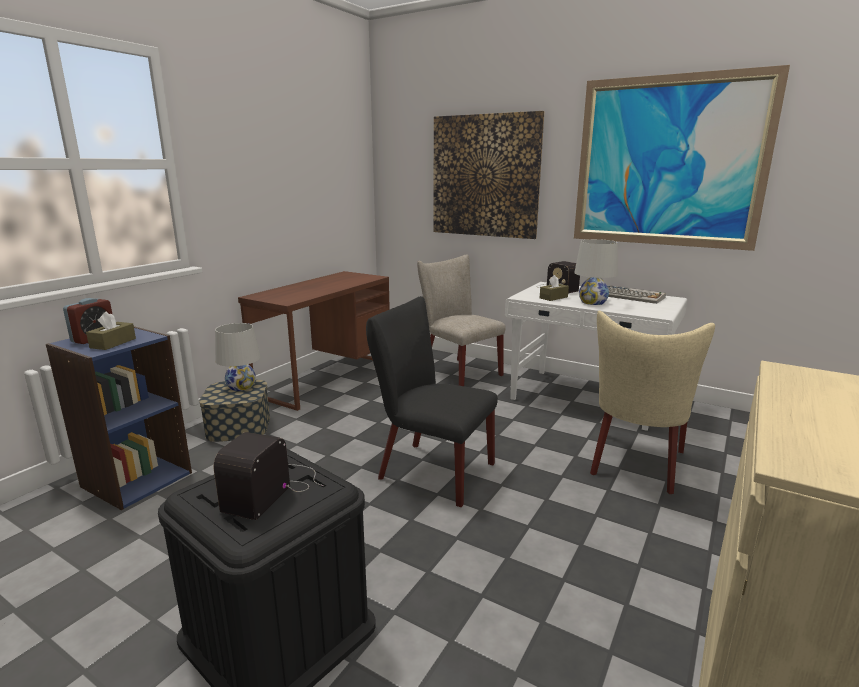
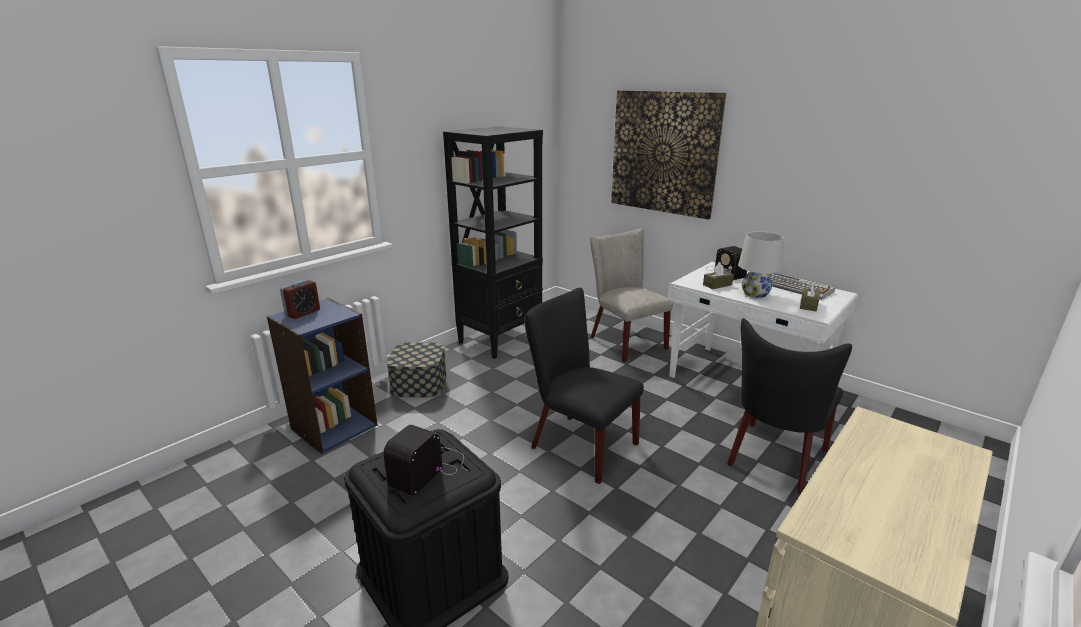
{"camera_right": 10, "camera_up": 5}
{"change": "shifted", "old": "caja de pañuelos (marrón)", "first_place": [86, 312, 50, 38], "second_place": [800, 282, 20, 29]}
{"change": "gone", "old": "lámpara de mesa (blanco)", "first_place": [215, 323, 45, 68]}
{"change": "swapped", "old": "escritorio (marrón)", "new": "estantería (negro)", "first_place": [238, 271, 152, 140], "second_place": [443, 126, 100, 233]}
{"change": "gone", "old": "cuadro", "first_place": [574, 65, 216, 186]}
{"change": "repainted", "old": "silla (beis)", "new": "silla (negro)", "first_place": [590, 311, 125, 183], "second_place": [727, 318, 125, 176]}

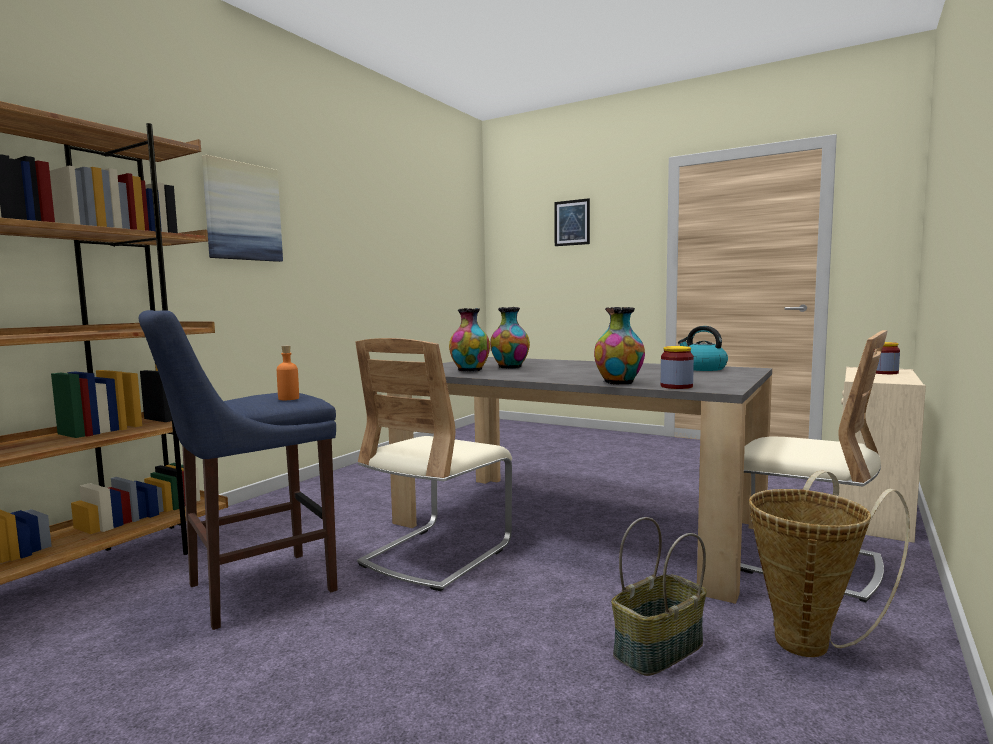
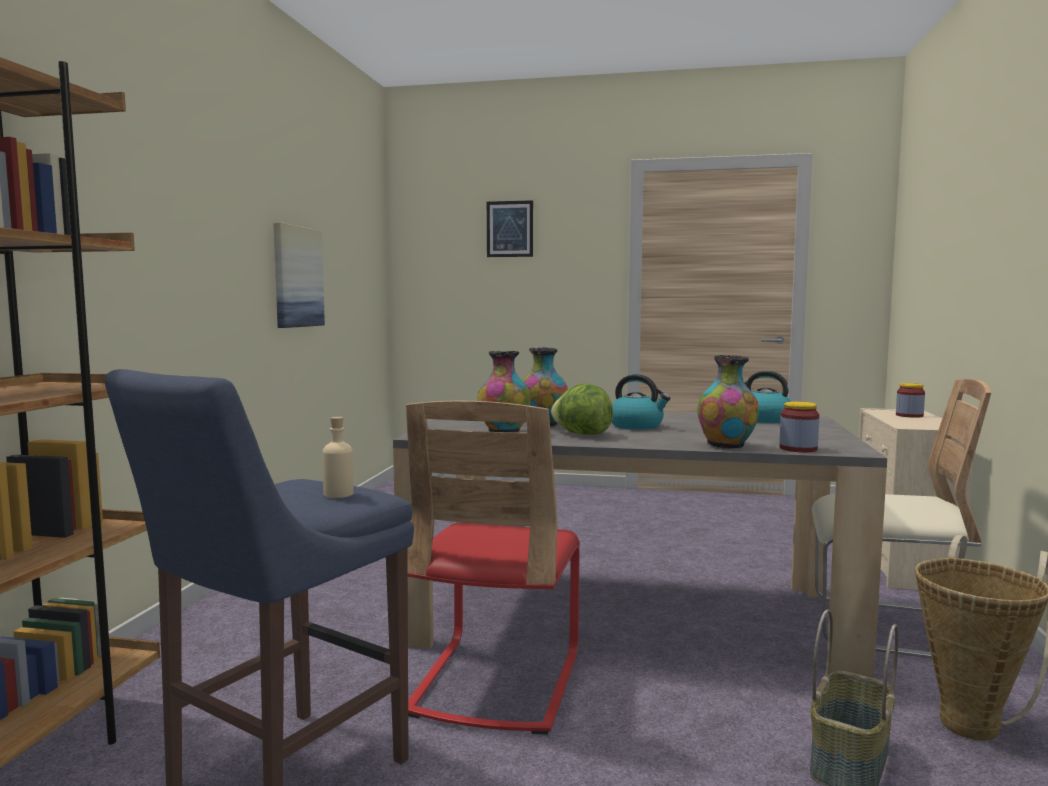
{"camera_right": -20, "camera_up": 0}
{"change": "shifted", "old": "cuadro", "first_place": [202, 155, 81, 107], "second_place": [273, 222, 52, 106]}
{"change": "repainted", "old": "botella (naranja)", "new": "botella (beis)", "first_place": [277, 345, 22, 55], "second_place": [322, 417, 32, 81]}
{"change": "repainted", "old": "silla (beis)", "new": "silla (rojo)", "first_place": [355, 338, 157, 253], "second_place": [406, 401, 174, 334]}
{"change": "new", "new": "lechuga", "second_place": [551, 383, 62, 52]}
{"change": "new", "new": "hervidor", "second_place": [612, 374, 59, 56]}

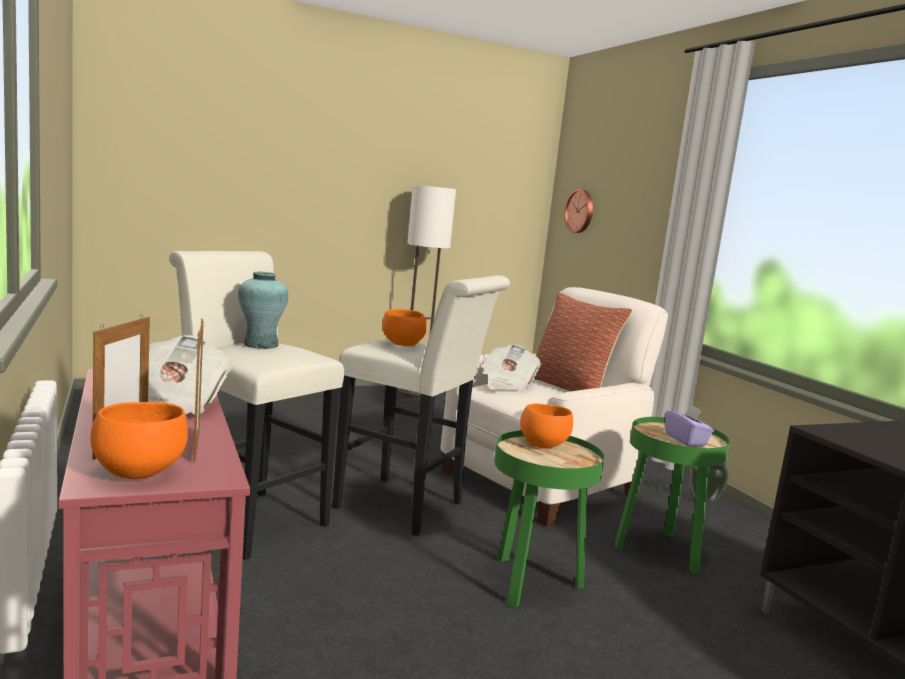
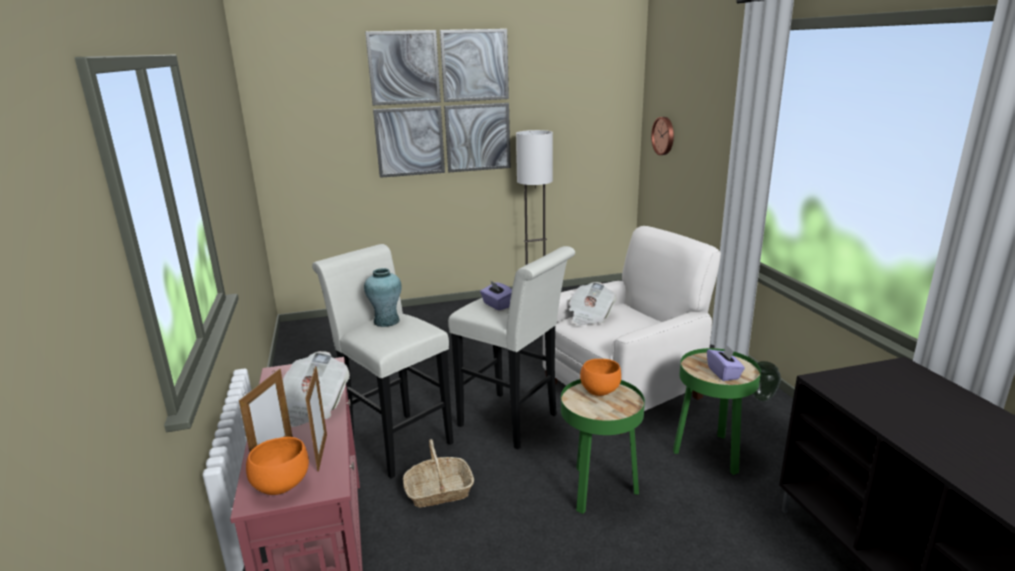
{"camera_right": 10, "camera_up": 10}
{"change": "swapped", "old": "cuenco (naranja)", "new": "caja de pañuelos (morado)", "first_place": [382, 309, 45, 37], "second_place": [480, 280, 32, 30]}
{"change": "gone", "old": "cojín", "first_place": [534, 293, 98, 98]}
{"change": "new", "new": "cuadro", "second_place": [365, 29, 145, 149]}
{"change": "new", "new": "cesta", "second_place": [403, 439, 71, 69]}

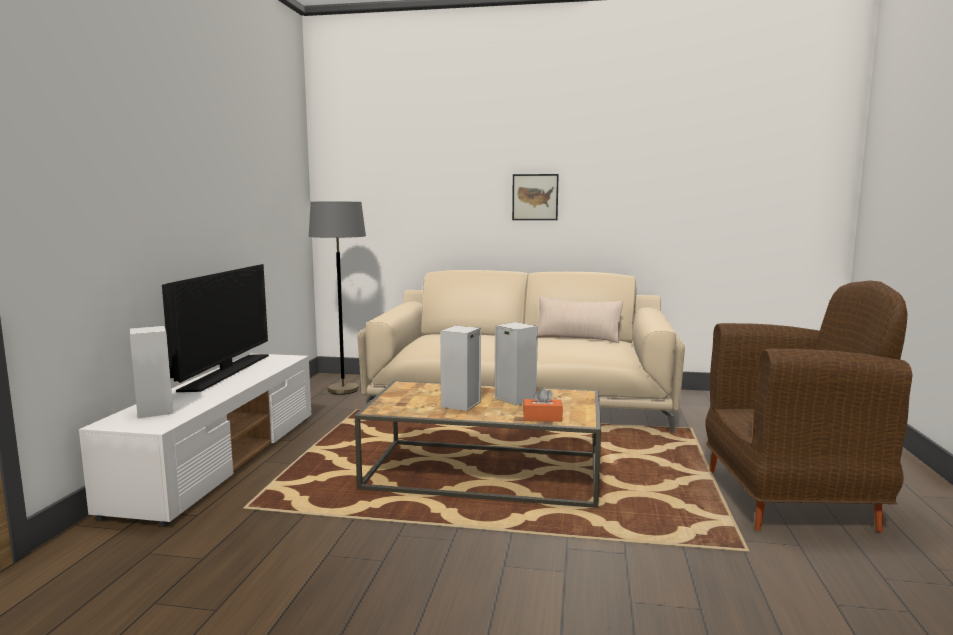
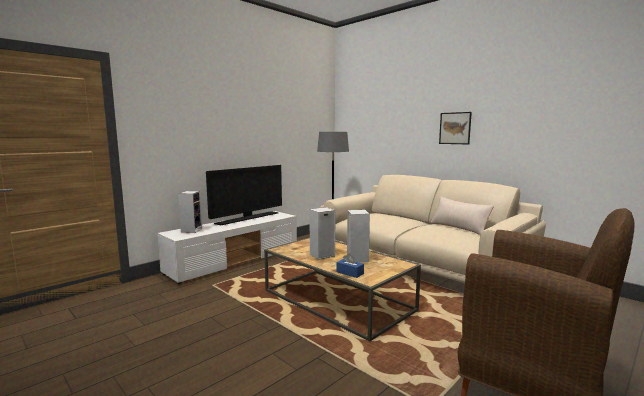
{"camera_right": 35, "camera_up": 0}
{"change": "repainted", "old": "caja de pañuelos (naranja)", "new": "caja de pañuelos (azul)", "first_place": [523, 387, 40, 35], "second_place": [337, 253, 27, 25]}

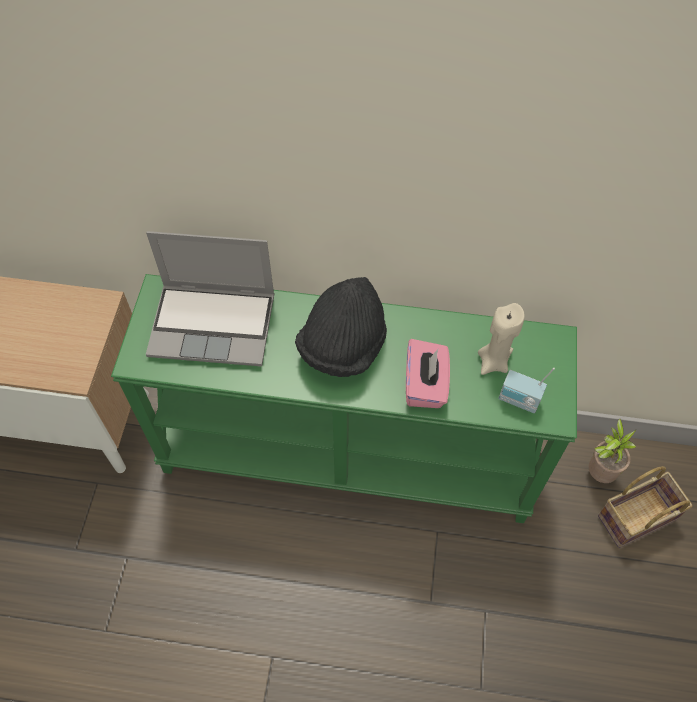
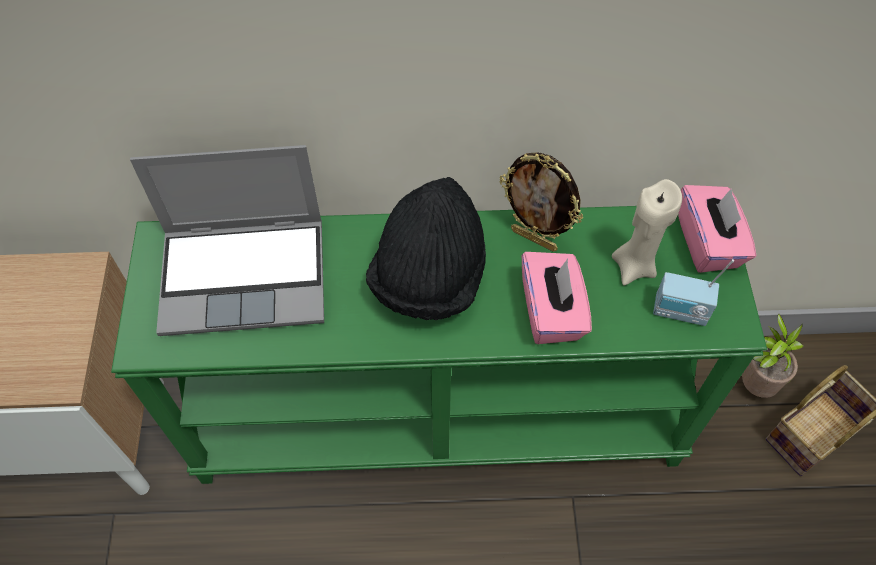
{"camera_right": -10, "camera_up": 0}
{"change": "new", "new": "portarretratos", "second_place": [500, 152, 83, 100]}
{"change": "new", "new": "caja de pañuelos (rosa)", "second_place": [678, 185, 78, 88]}

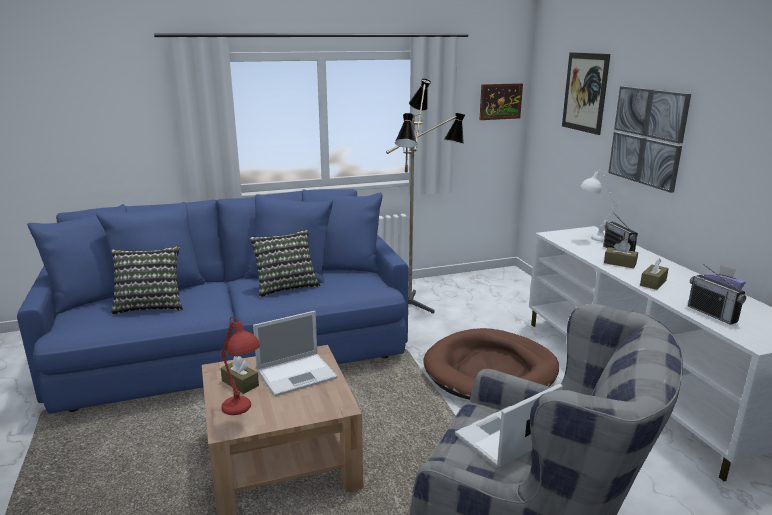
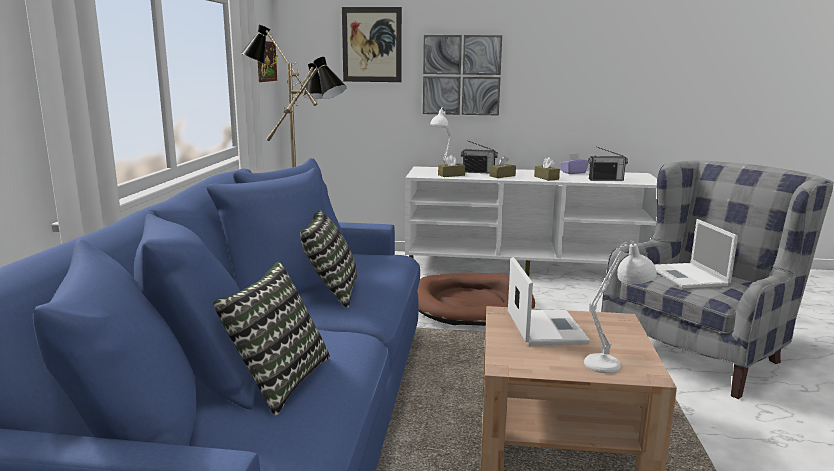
{"camera_right": -65, "camera_up": -5}
{"change": "repainted", "old": "lámpara de mesa (rojo)", "new": "lámpara de mesa (blanco)", "first_place": [221, 317, 39, 98], "second_place": [584, 241, 73, 132]}
{"change": "shifted", "old": "caja de pañuelos (marrón)", "first_place": [221, 356, 38, 38], "second_place": [438, 155, 27, 22]}

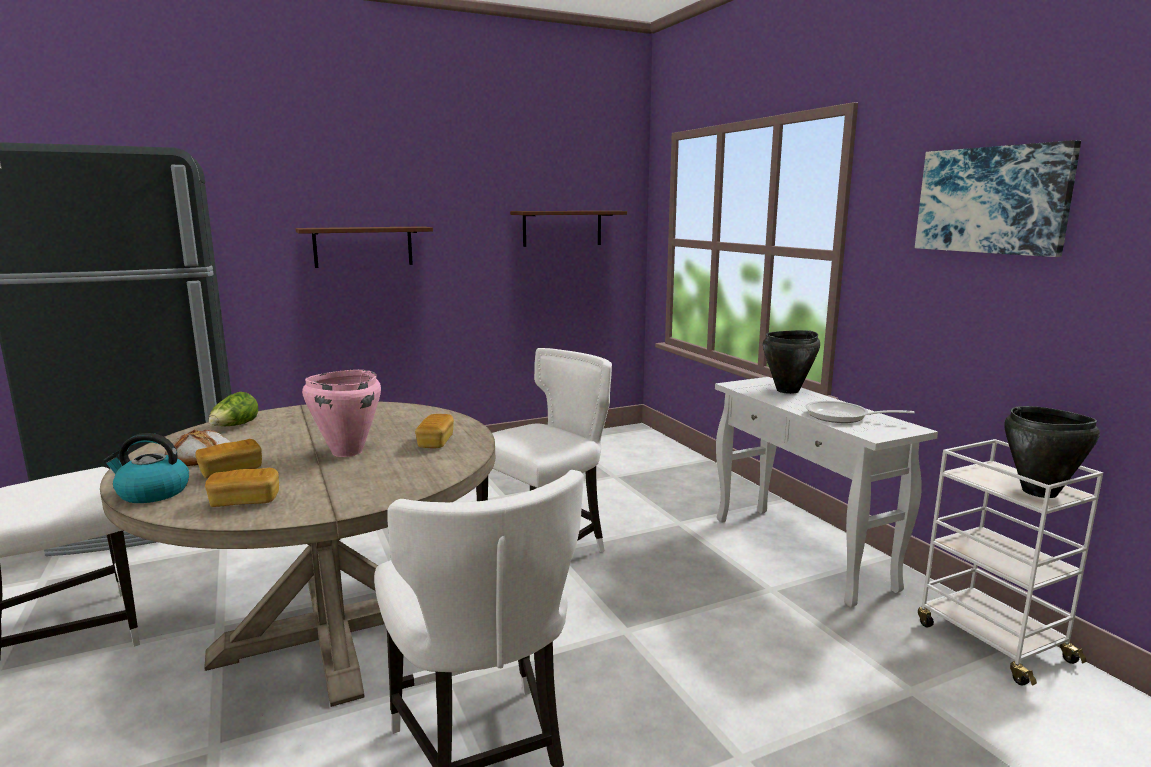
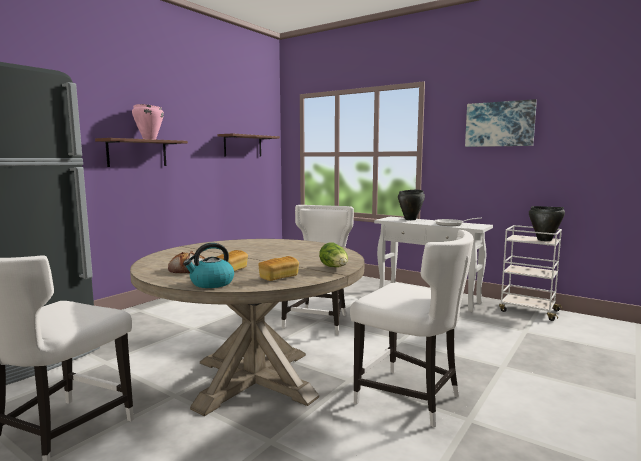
{"camera_right": -30, "camera_up": -5}
{"change": "shifted", "old": "lechuga", "first_place": [209, 392, 49, 34], "second_place": [319, 242, 29, 25]}
{"change": "shifted", "old": "olla (rosa)", "first_place": [302, 370, 79, 87], "second_place": [132, 104, 32, 36]}
{"change": "gone", "old": "pan", "first_place": [415, 414, 39, 34]}

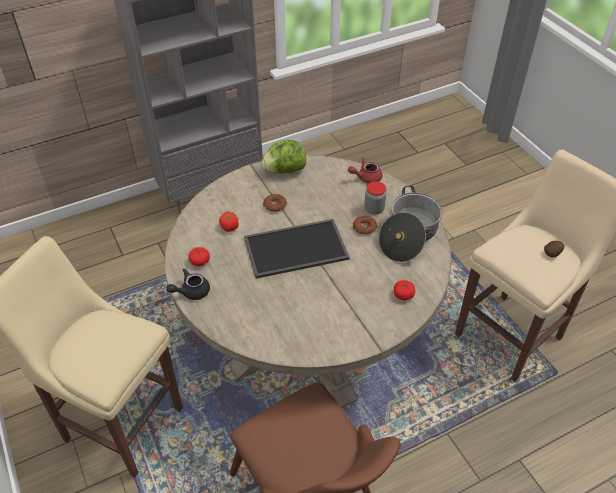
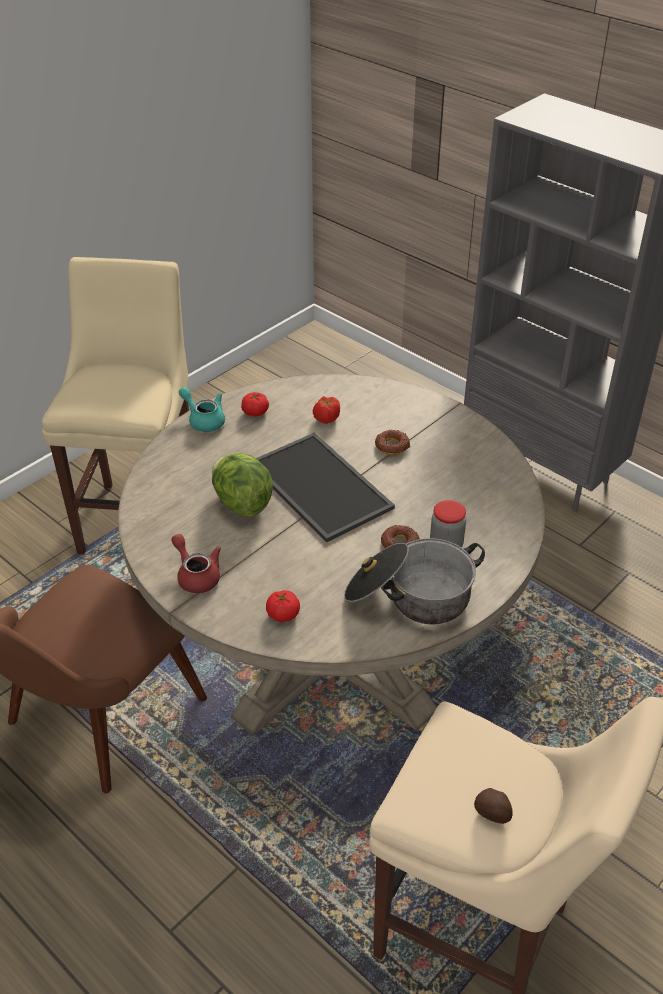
{"camera_right": 70, "camera_up": -5}
{"change": "repainted", "old": "tetera (negro)", "new": "tetera (turquesa)", "first_place": [166, 268, 44, 32], "second_place": [179, 387, 46, 45]}
{"change": "shifted", "old": "lechuga", "first_place": [262, 140, 44, 34], "second_place": [212, 453, 61, 64]}
{"change": "shifted", "old": "tetera (rojo)", "first_place": [348, 157, 35, 27], "second_place": [171, 534, 50, 59]}

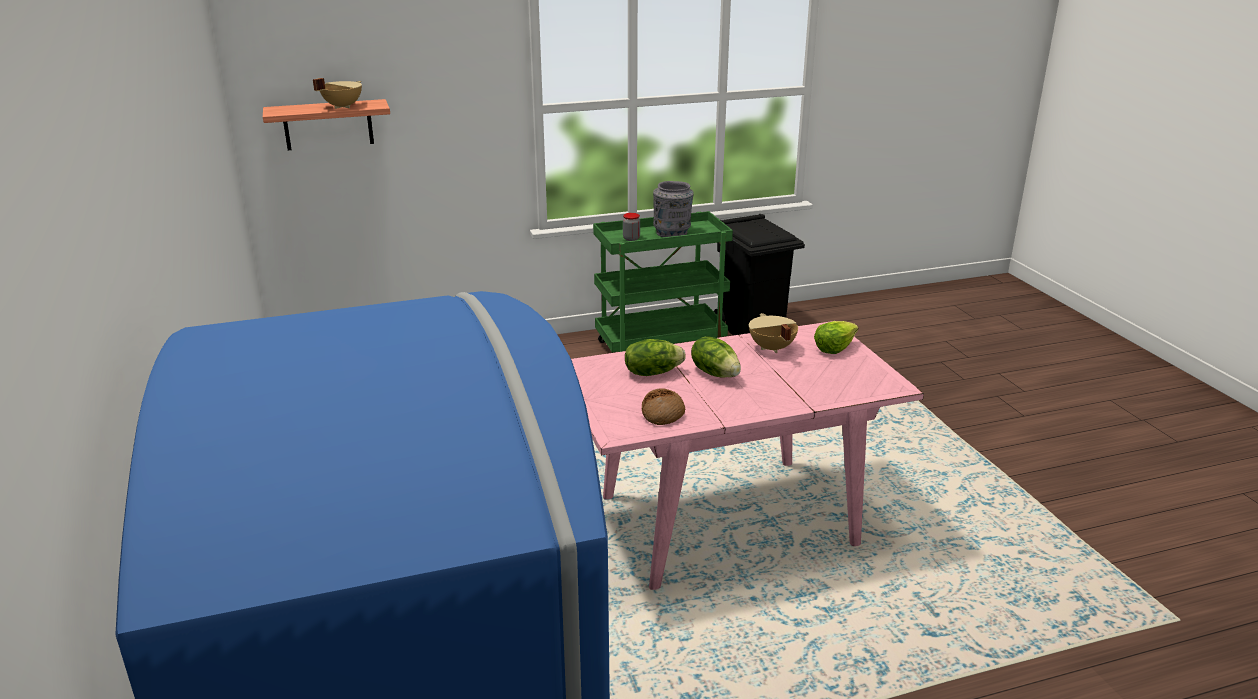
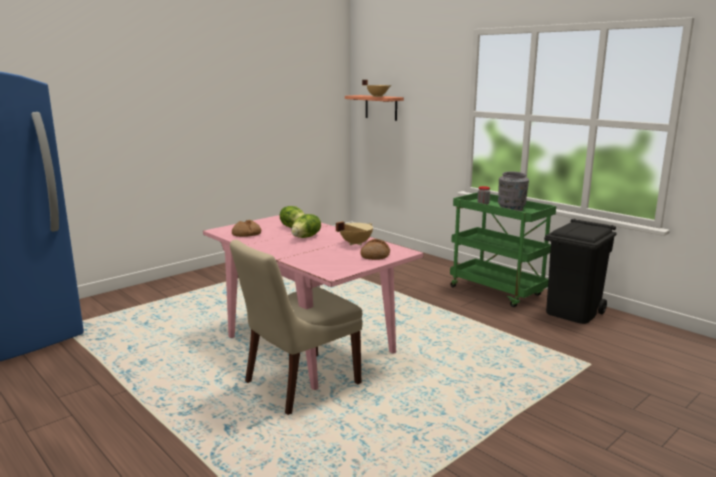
{"camera_right": 65, "camera_up": -10}
{"change": "swapped", "old": "lechuga", "new": "pan", "first_place": [814, 321, 44, 33], "second_place": [361, 239, 29, 21]}
{"change": "new", "new": "silla (beis)", "second_place": [230, 240, 133, 175]}

